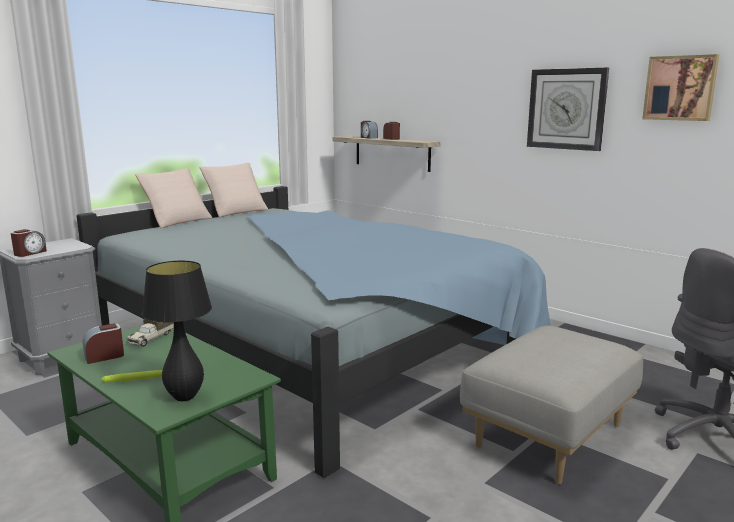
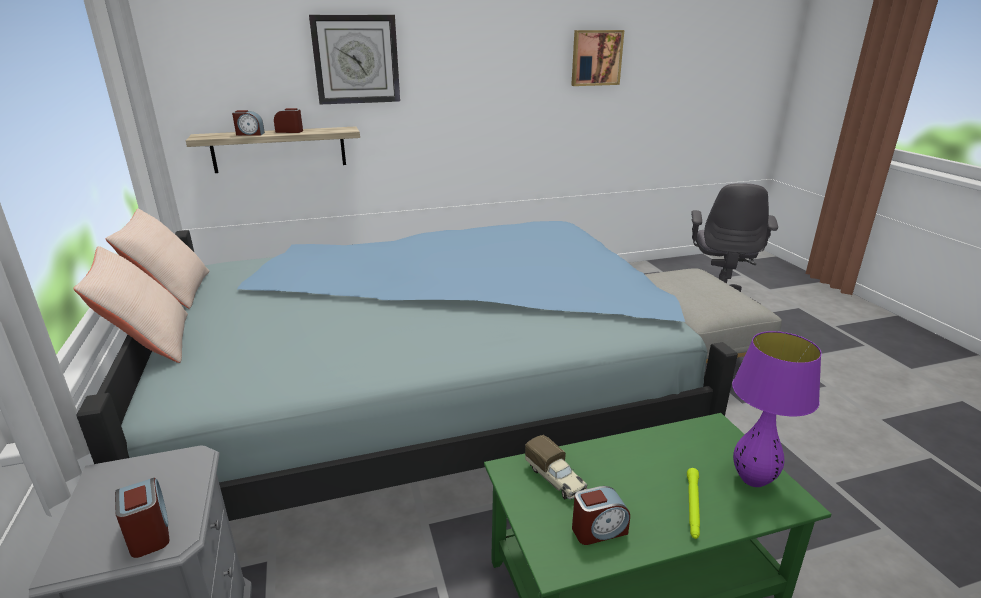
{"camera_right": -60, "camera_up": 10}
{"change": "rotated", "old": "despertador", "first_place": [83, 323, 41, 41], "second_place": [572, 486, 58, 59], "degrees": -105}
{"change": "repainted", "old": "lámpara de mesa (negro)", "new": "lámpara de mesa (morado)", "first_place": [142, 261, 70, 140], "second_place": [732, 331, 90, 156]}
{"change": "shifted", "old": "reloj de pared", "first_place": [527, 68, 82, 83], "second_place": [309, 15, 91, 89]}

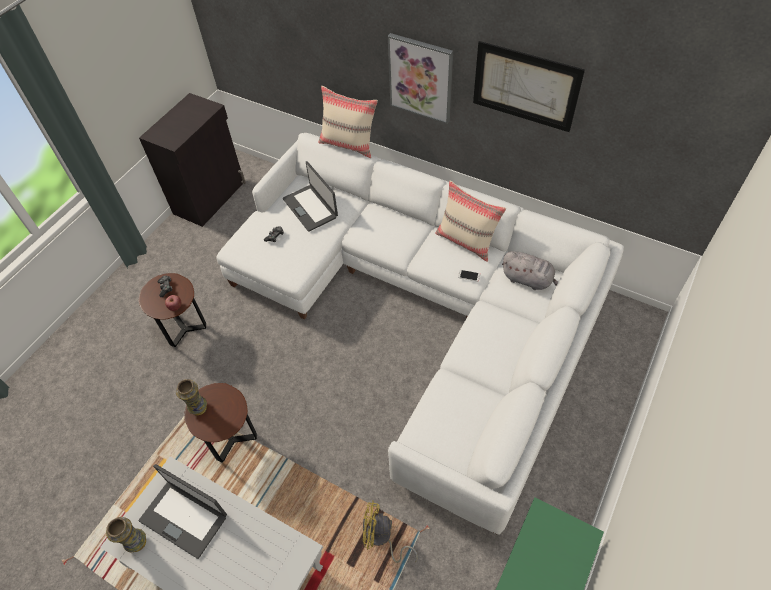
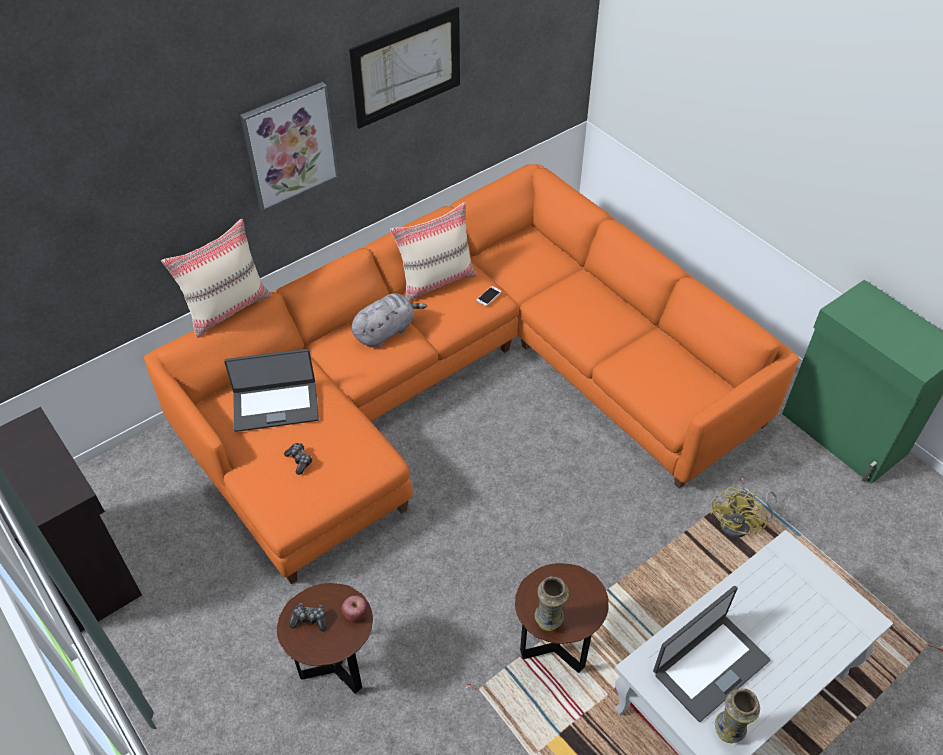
{"camera_right": -70, "camera_up": -5}
{"change": "repainted", "old": "sofá (blanco)", "new": "sofá (naranja)", "first_place": [216, 133, 408, 402], "second_place": [144, 164, 655, 420]}
{"change": "shifted", "old": "peluche (gris)", "first_place": [502, 251, 56, 39], "second_place": [352, 293, 75, 54]}

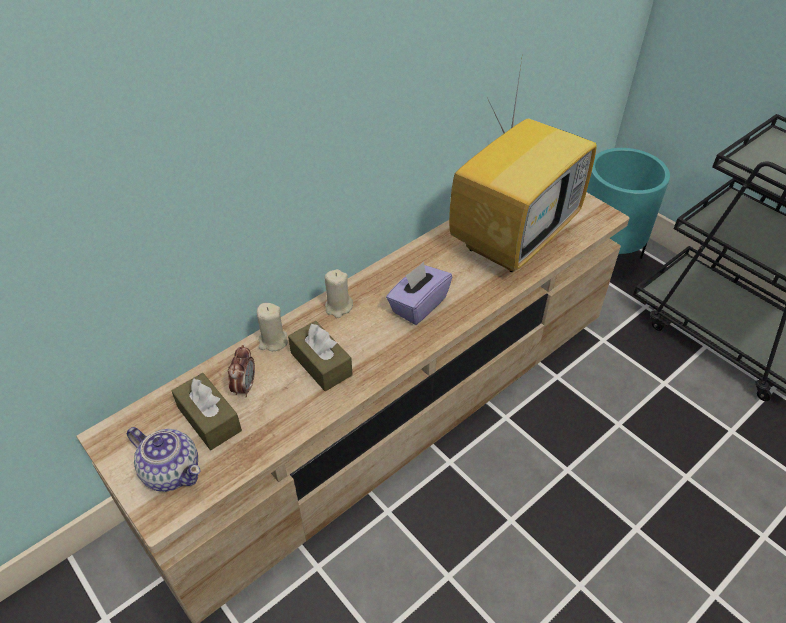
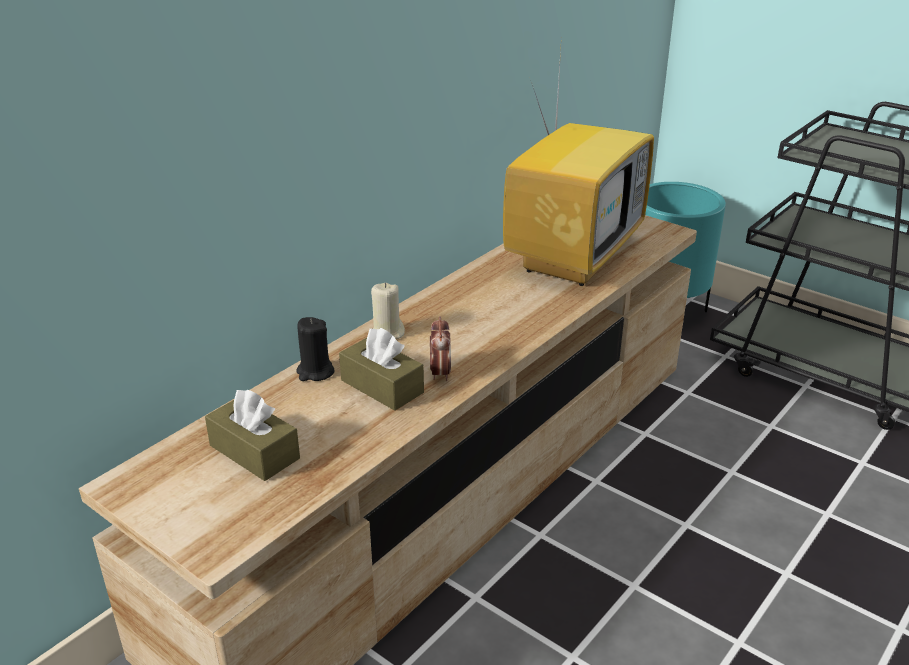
{"camera_right": -10, "camera_up": -15}
{"change": "gone", "old": "tetera", "first_place": [127, 427, 74, 65]}
{"change": "shifted", "old": "despertador", "first_place": [228, 345, 27, 52], "second_place": [430, 316, 21, 65]}
{"change": "repainted", "old": "vela (beis)", "new": "vela (negro)", "first_place": [257, 303, 31, 48], "second_place": [296, 317, 38, 64]}
{"change": "gone", "old": "caja de pañuelos (morado)", "first_place": [386, 262, 66, 63]}

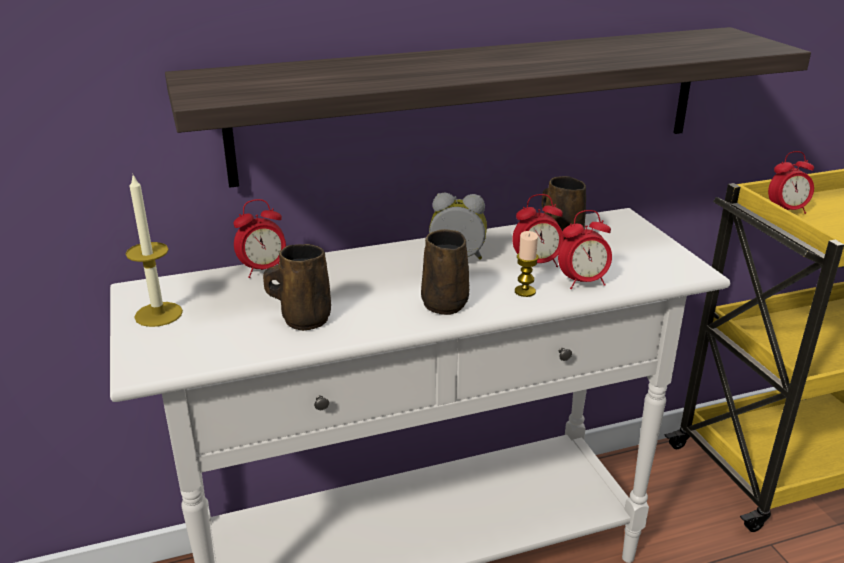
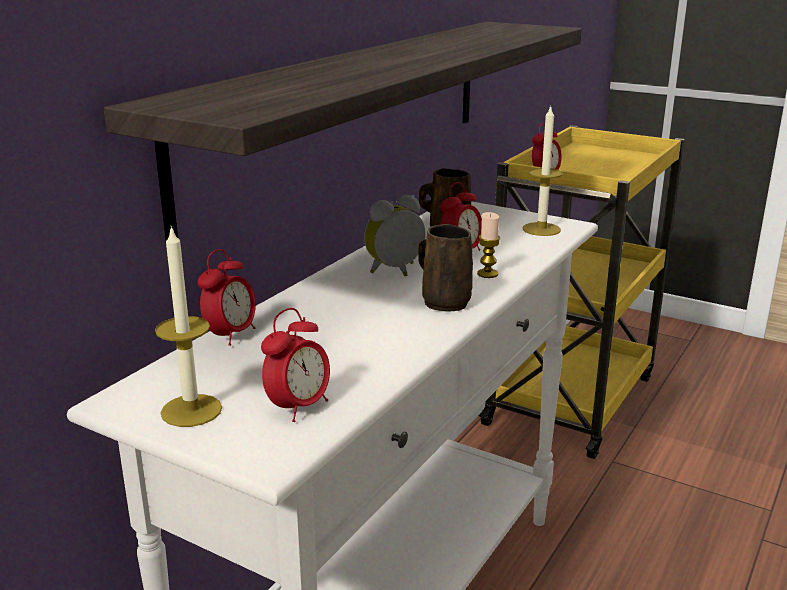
{"camera_right": -40, "camera_up": -5}
{"change": "gone", "old": "taza grande (marrón)", "first_place": [263, 244, 68, 87]}
{"change": "shifted", "old": "despertador", "first_place": [558, 210, 54, 79], "second_place": [261, 308, 69, 114]}
{"change": "new", "new": "vela", "second_place": [523, 106, 40, 130]}

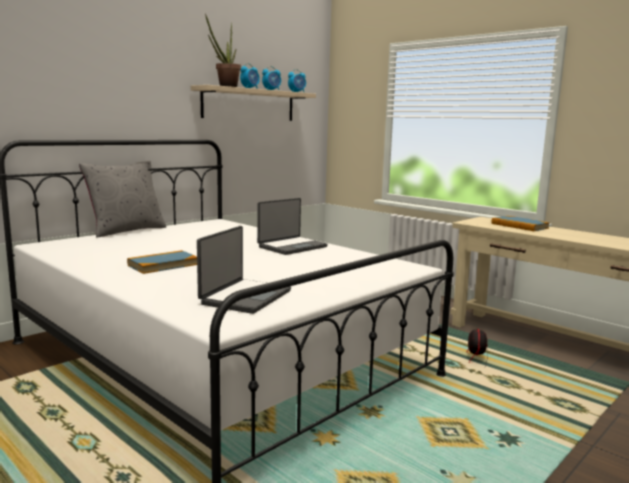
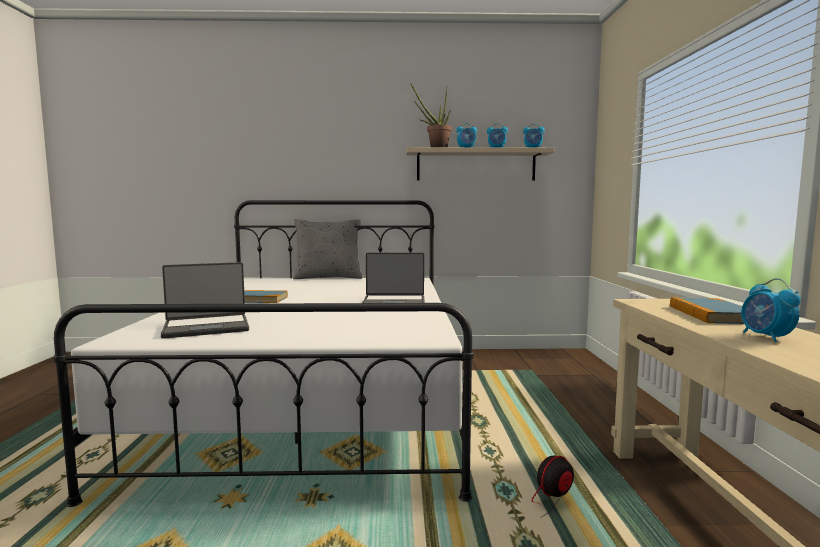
{"camera_right": 45, "camera_up": -5}
{"change": "new", "new": "despertador", "second_place": [741, 278, 60, 64]}

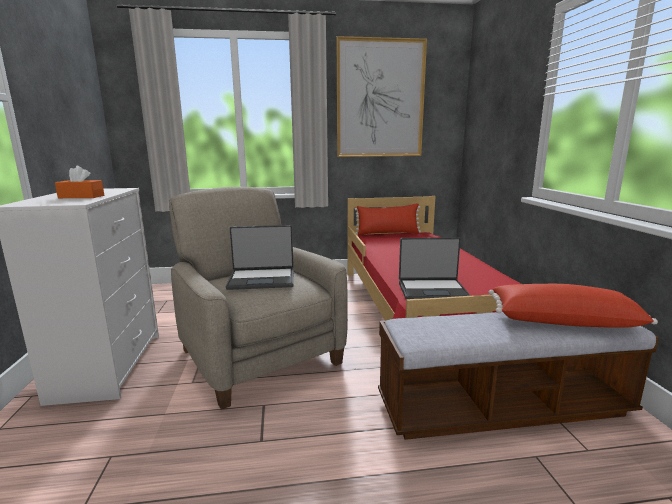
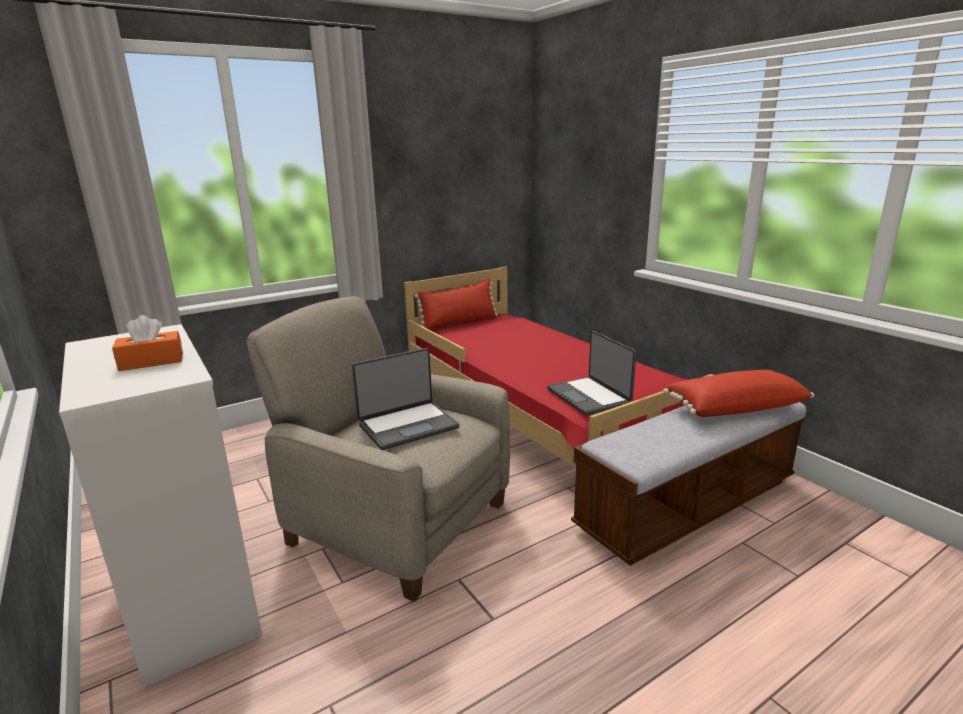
{"camera_right": -25, "camera_up": 5}
{"change": "gone", "old": "cuadro", "first_place": [337, 36, 90, 121]}
{"change": "rotated", "old": "portátil", "first_place": [399, 237, 72, 62], "second_place": [547, 331, 89, 85], "degrees": 90}

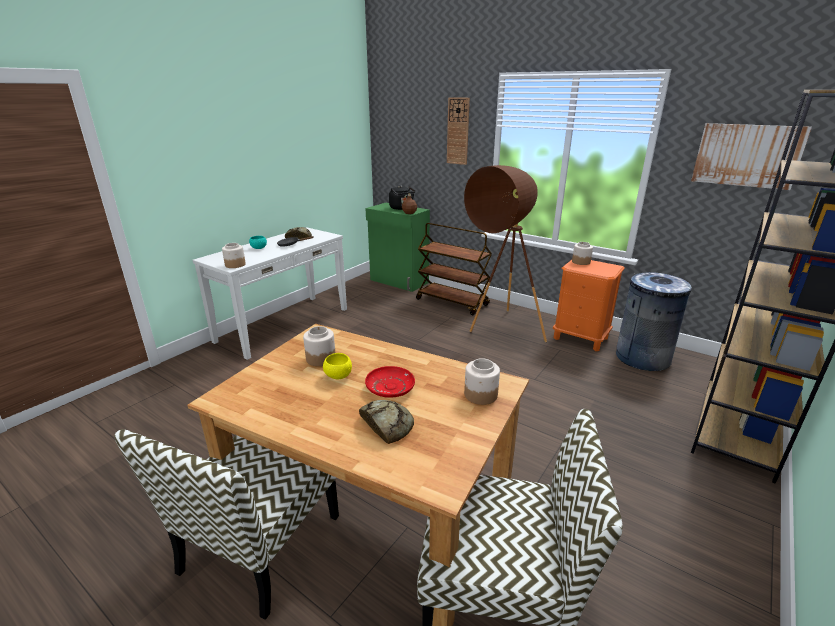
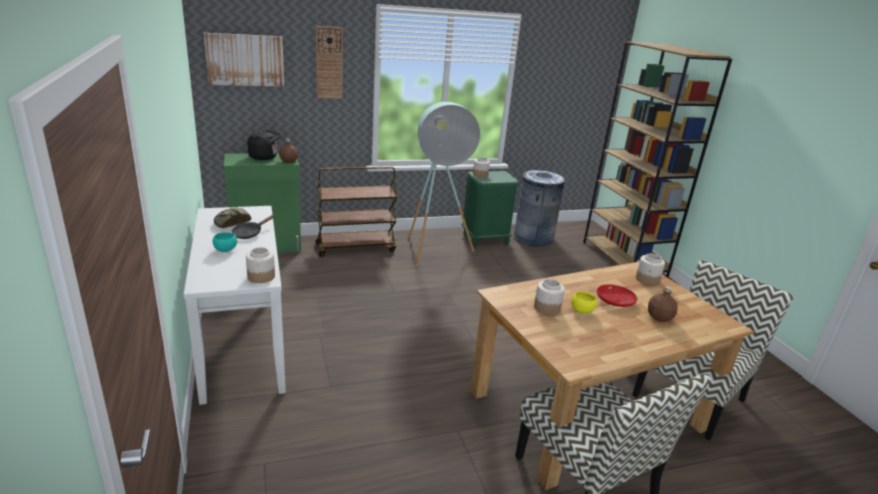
{"camera_right": -55, "camera_up": 0}
{"change": "swapped", "old": "pan", "new": "botella (marrón)", "first_place": [359, 400, 55, 44], "second_place": [648, 286, 30, 36]}
{"change": "repainted", "old": "lámpara de pie (marrón)", "new": "lámpara de pie (turquesa)", "first_place": [464, 165, 83, 177], "second_place": [408, 102, 72, 165]}
{"change": "repainted", "old": "mesita de noche (naranja)", "new": "mesita de noche (verde)", "first_place": [553, 260, 72, 91], "second_place": [462, 171, 57, 76]}
{"change": "shifted", "old": "cuadro", "first_place": [691, 123, 121, 67], "second_place": [204, 33, 80, 54]}

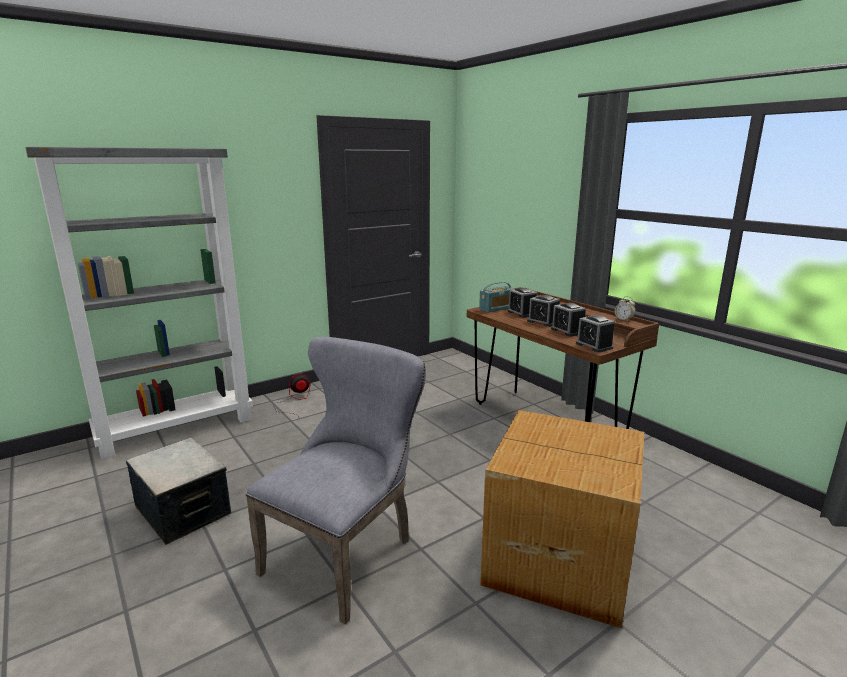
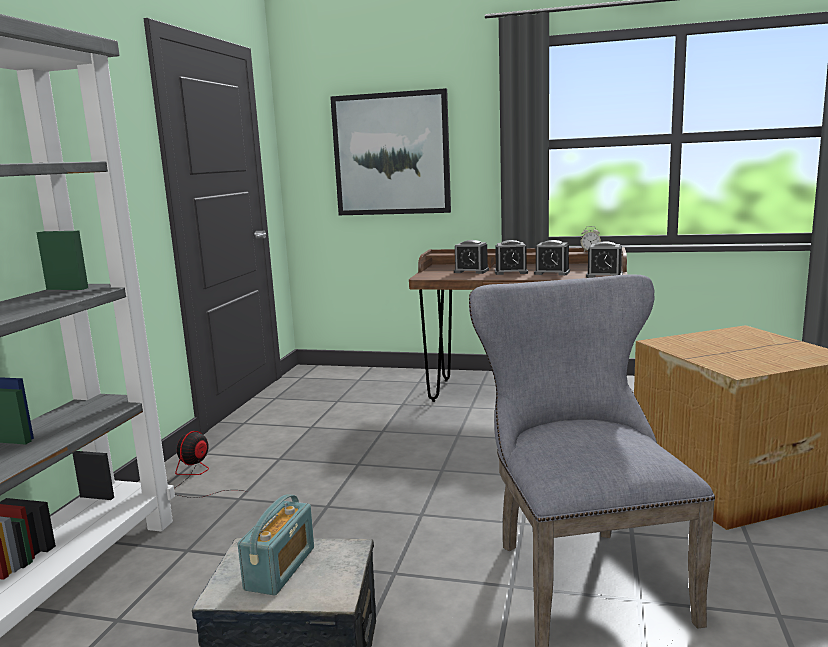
{"camera_right": -40, "camera_up": -5}
{"change": "shifted", "old": "radio", "first_place": [479, 282, 35, 30], "second_place": [238, 494, 76, 101]}
{"change": "new", "new": "cuadro", "second_place": [330, 88, 121, 127]}

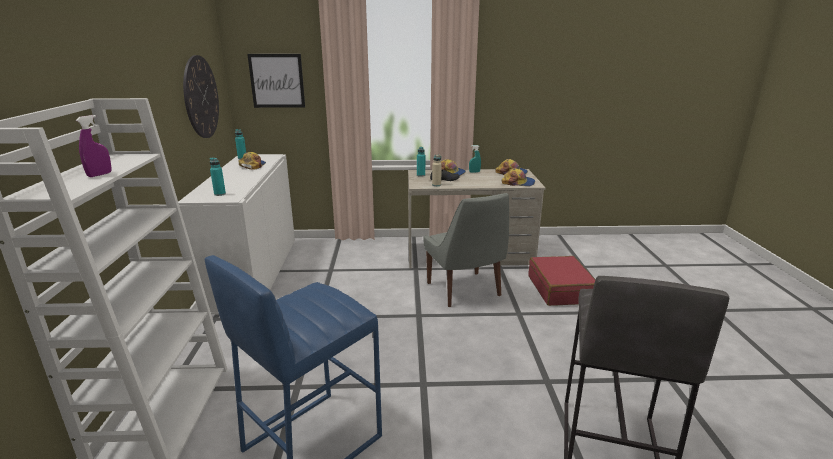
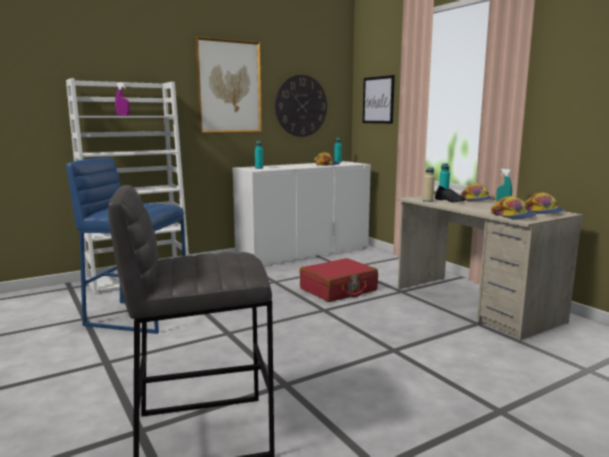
{"camera_right": 60, "camera_up": -10}
{"change": "gone", "old": "silla (gris)", "first_place": [423, 193, 86, 114]}
{"change": "shifted", "old": "maleta (rojo)", "first_place": [528, 256, 67, 50], "second_place": [300, 258, 78, 44]}
{"change": "new", "new": "cuadro", "second_place": [195, 36, 67, 97]}

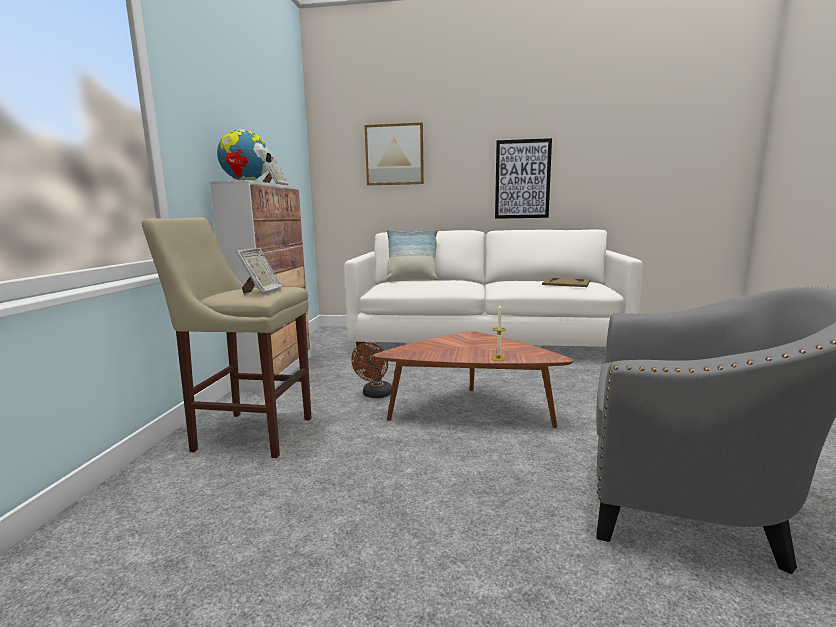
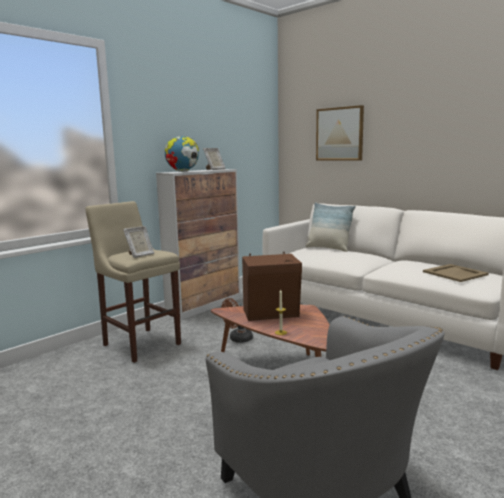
{"camera_right": 35, "camera_up": 0}
{"change": "gone", "old": "cuadro", "first_place": [495, 138, 57, 81]}
{"change": "new", "new": "altavoz (marrón)", "second_place": [242, 252, 60, 69]}

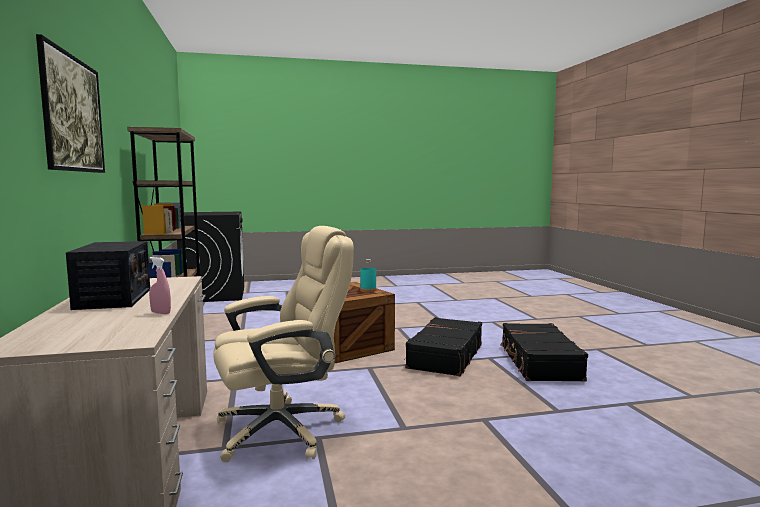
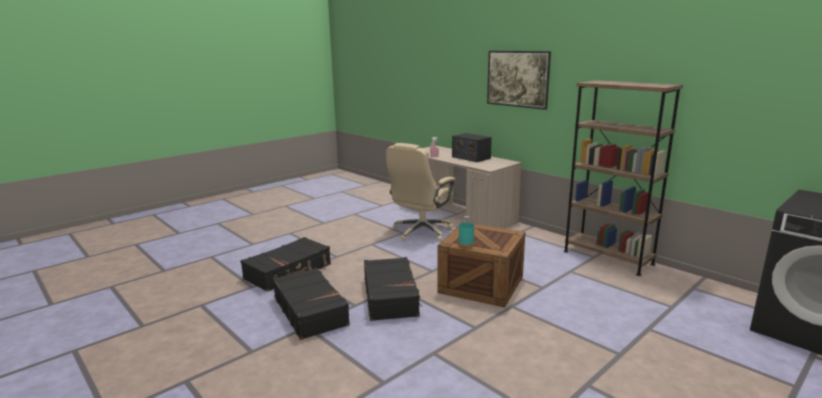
{"camera_right": 150, "camera_up": 10}
{"change": "new", "new": "maleta (negro)", "second_place": [241, 237, 90, 55]}

